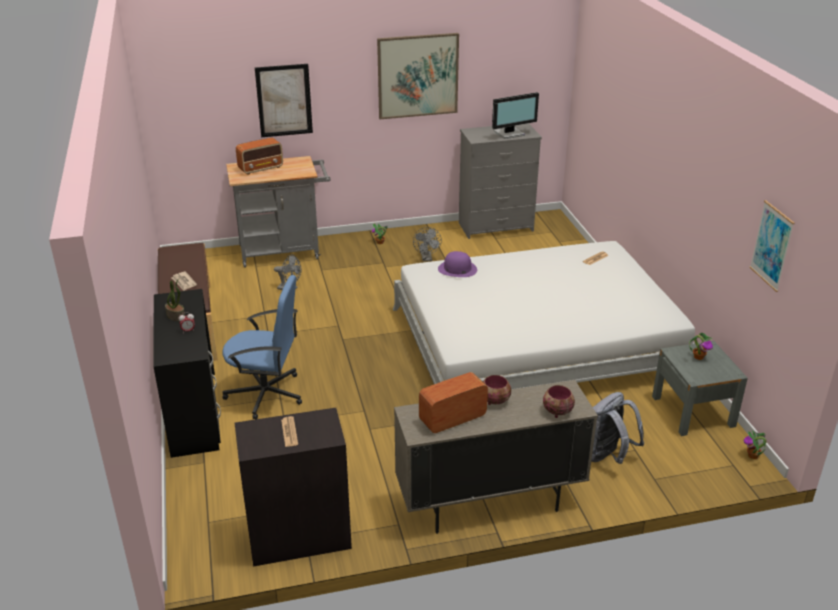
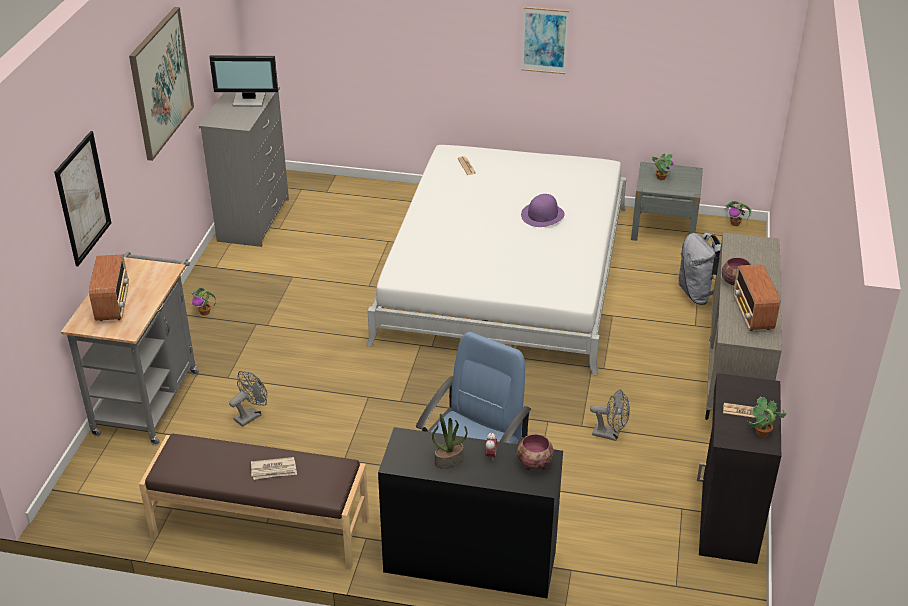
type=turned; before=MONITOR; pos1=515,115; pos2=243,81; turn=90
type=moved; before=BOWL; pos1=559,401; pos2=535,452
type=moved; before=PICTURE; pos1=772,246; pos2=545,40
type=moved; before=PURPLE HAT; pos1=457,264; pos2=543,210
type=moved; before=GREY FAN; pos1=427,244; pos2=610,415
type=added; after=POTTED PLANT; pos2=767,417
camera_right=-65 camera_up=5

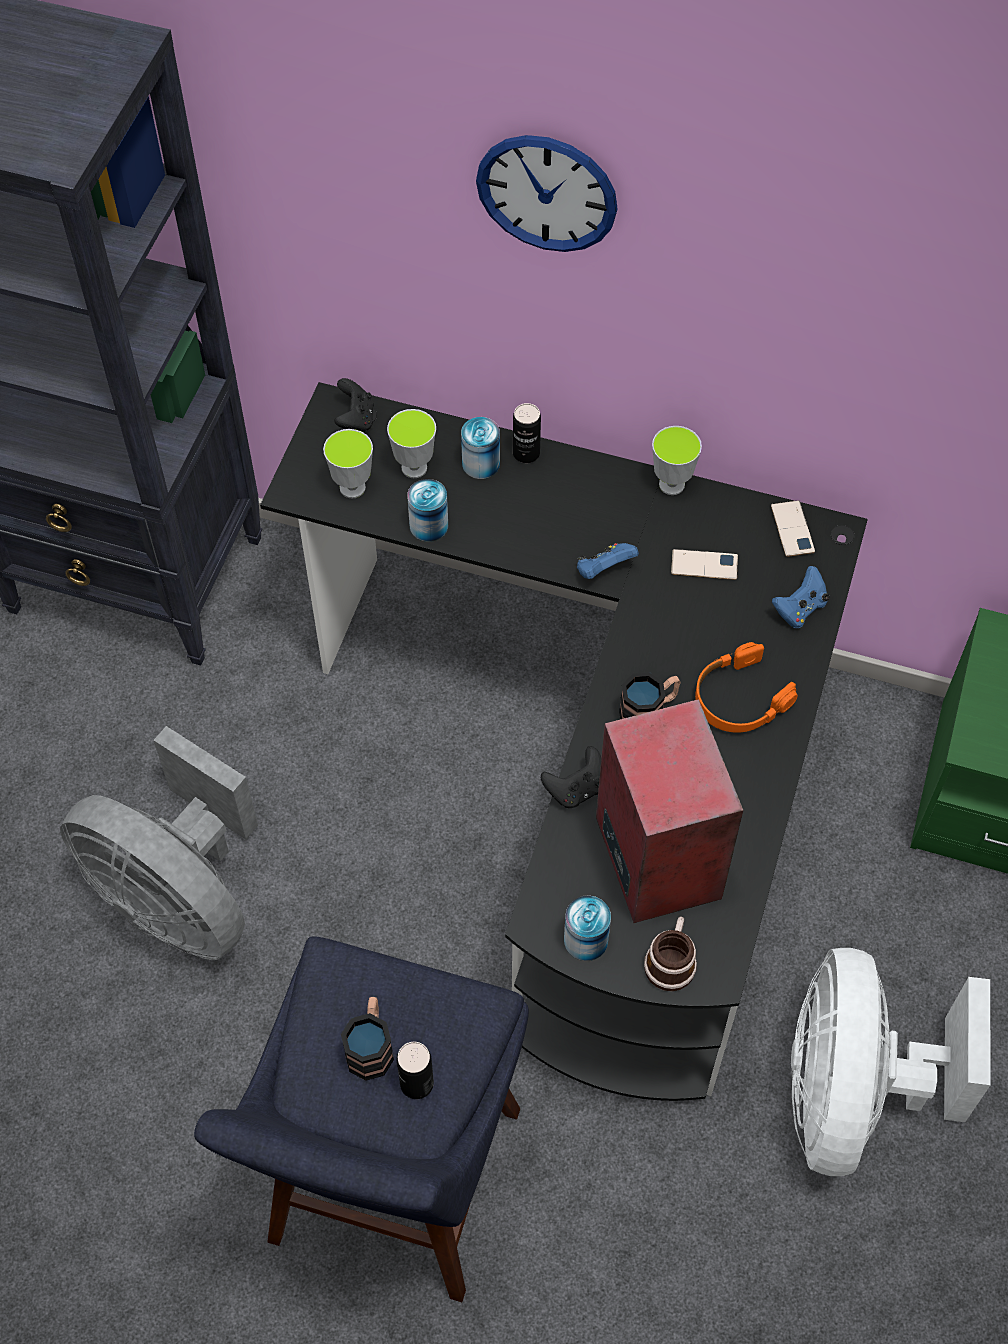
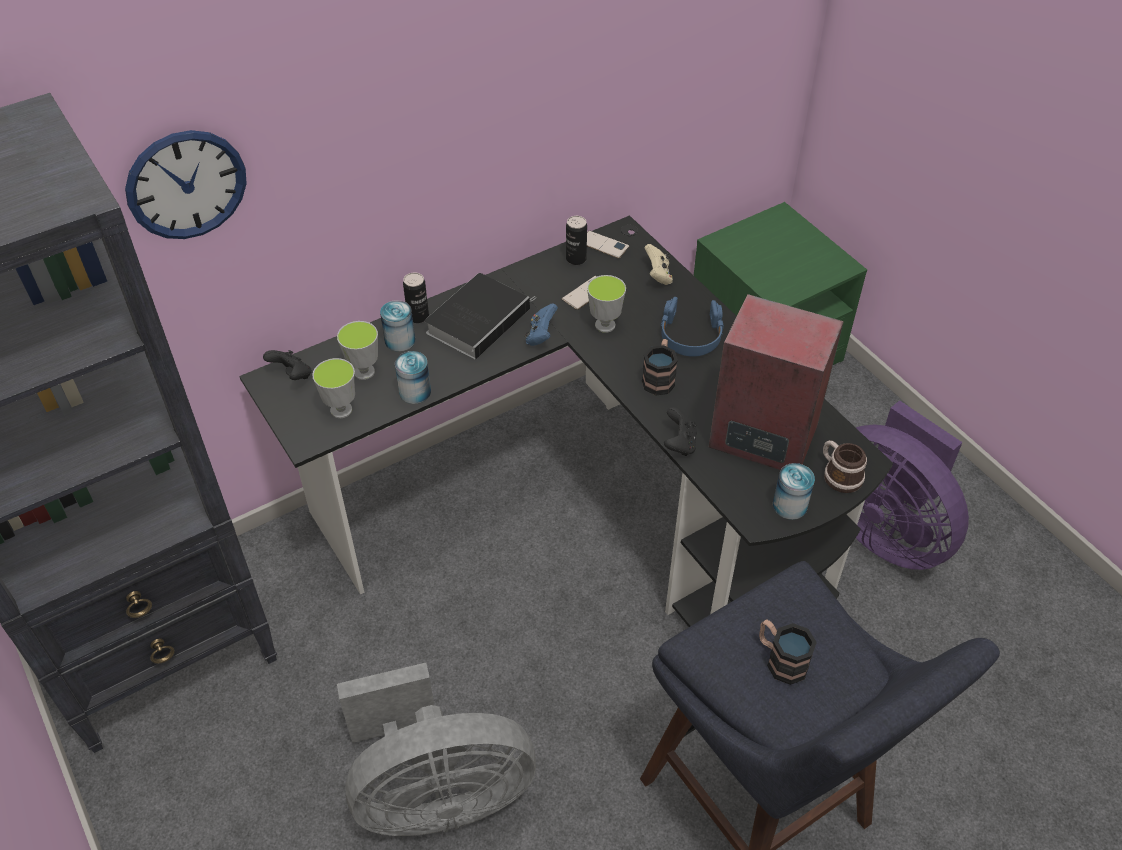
type=moved; before=WALL CLOCK; pos1=547,193; pos2=186,184
type=added; after=BOOK; pos2=480,316
type=moved; before=CAN; pos1=415,1070; pos2=576,240
type=moved; before=CUP; pos1=677,460; pos2=606,304
type=recoloured; before=BLUE GAME CONTROLLER; after=BEIGE GAME CONTROLLER; pos1=800,597; pos2=659,264
type=recoloured; before=ORANGE HEADPHONES; after=BLUE HEADPHONES; pos1=746,687; pos2=692,327
type=recoloured; before=WHITE FAN; after=PURPLE FAN; pos1=891,1062; pos2=912,485
camera_right=-50 camera_up=-10

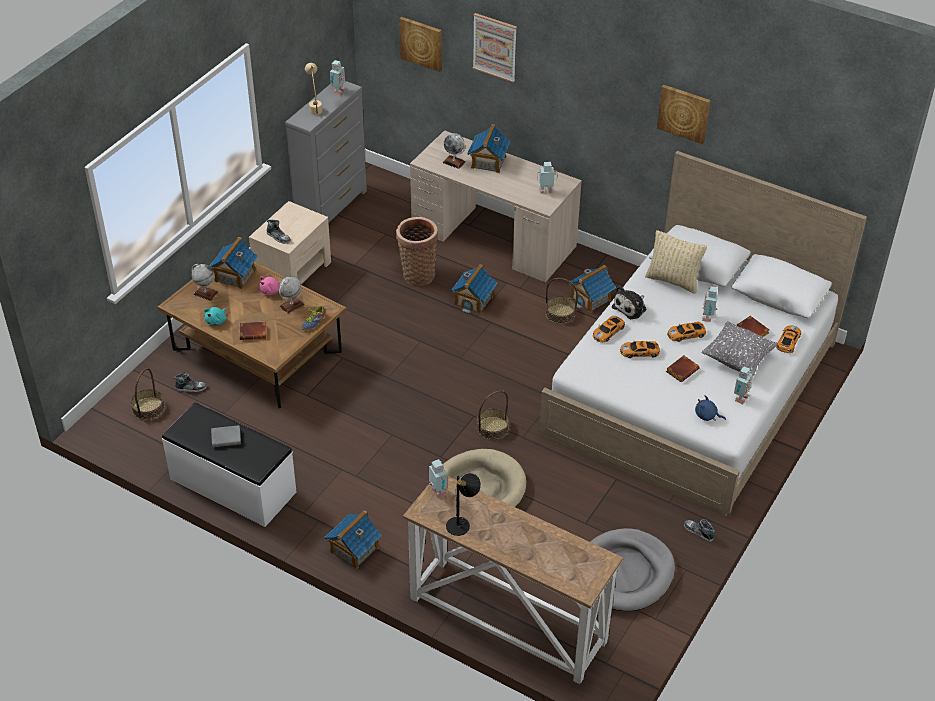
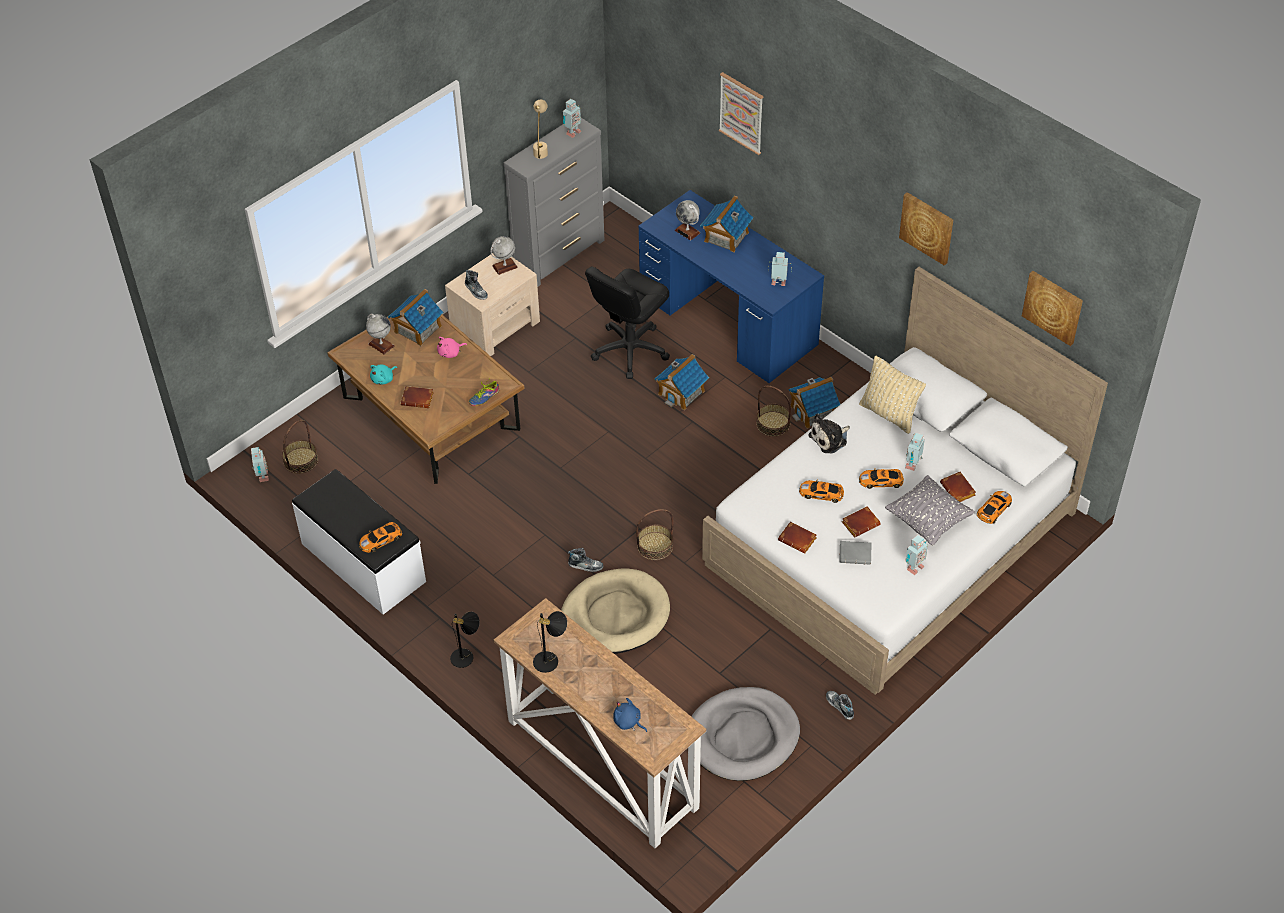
type=moved; before=TOY ROBOT; pos1=438,478; pos2=260,464
type=moved; before=TOY CAR; pos1=609,329; pos2=380,537
type=replaced; before=TOY HOUSE; after=BLACK TABLE LAMP; pos1=353,539; pos2=465,640
type=moved; before=GLOBE; pos1=291,295; pos2=504,255
type=moved; before=SHOE; pos1=190,382; pos2=585,560
type=replaced; before=BASKET; after=BLACK OFFICE CHAIR; pos1=417,251; pos2=627,323
type=moved; before=BLUE PLUSH TOY; pos1=710,408; pos2=630,715
type=recoloured; before=BEIGE DESK; after=BLUE DESK; pos1=496,206; pos2=731,286
type=added; after=BROWN BOOK; pos2=797,537
type=moved; before=GREY BOOK; pos1=226,436; pos2=855,553
type=moved; before=PICTURE; pos1=420,44; pos2=1052,308
camera_right=15 camera_up=5

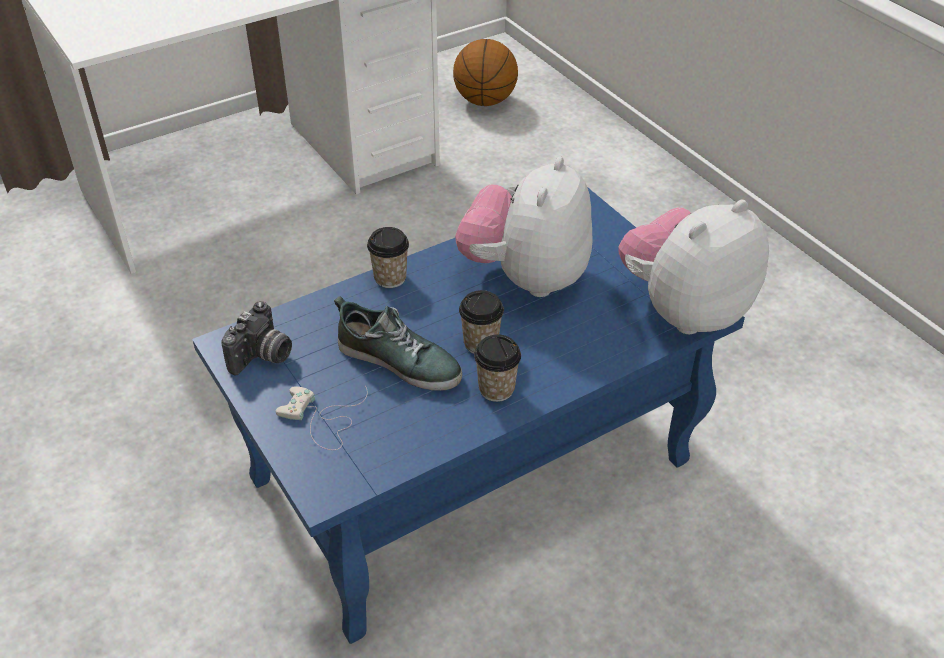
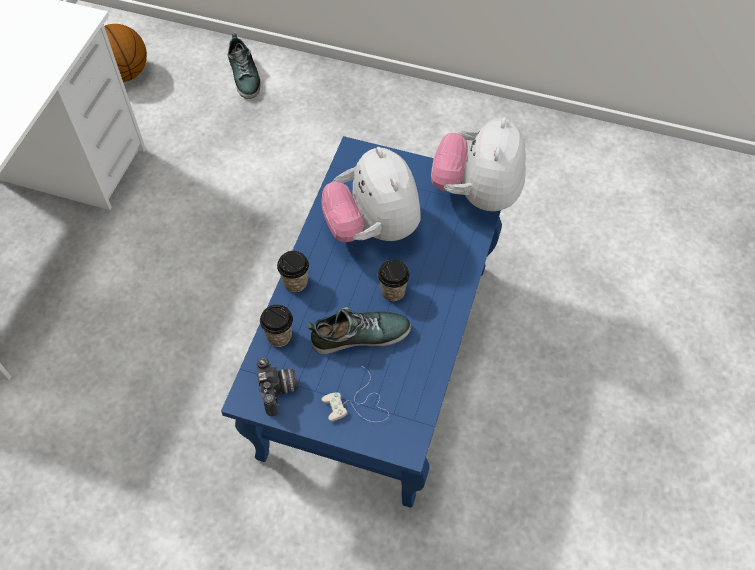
type=added; after=SHOE; pos2=244,66
type=moved; before=CUP; pos1=497,368; pos2=276,326
camera_right=-40 camera_up=15

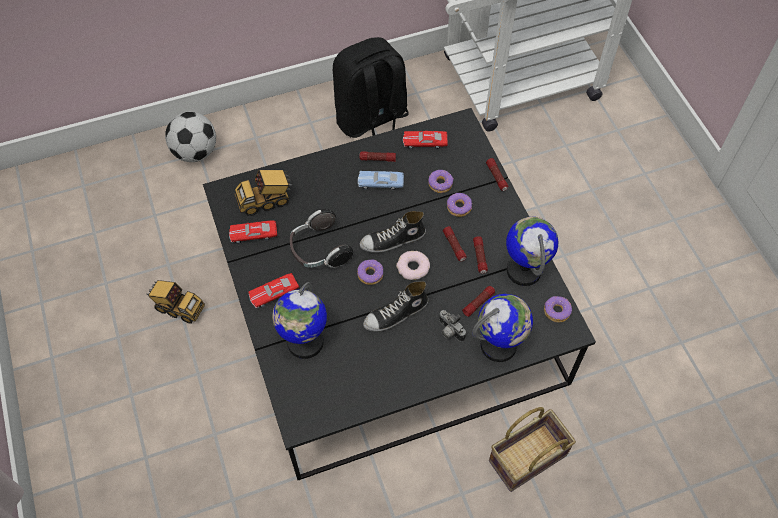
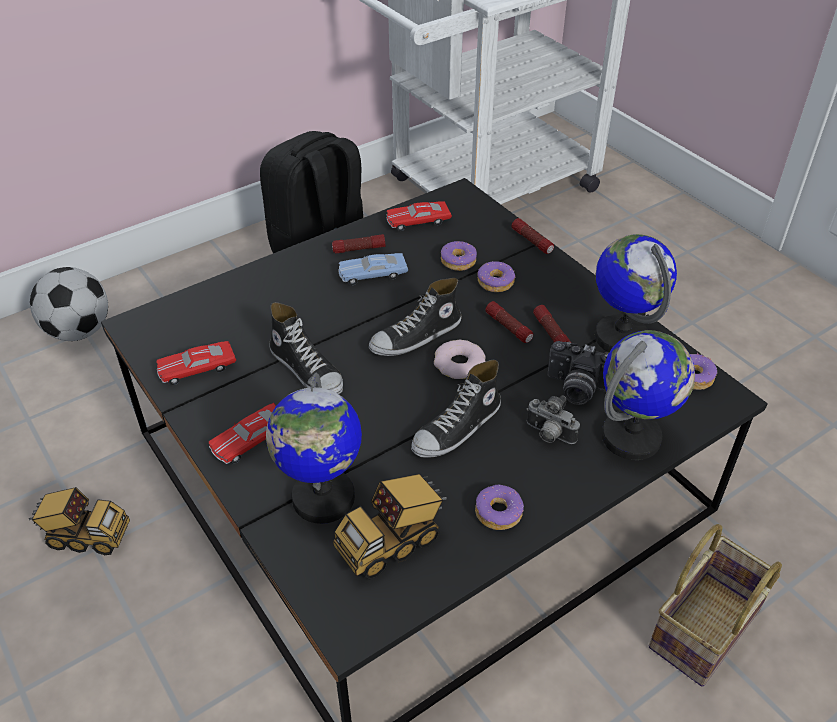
type=replaced; before=HEADPHONES; after=SHOE; pos1=321,238; pos2=306,348
type=moved; before=TOY TRUCK; pos1=263,193; pos2=390,527
type=moved; before=DONUT; pos1=370,272; pos2=499,507
type=replaced; before=FLASHLIGHT; after=PHOTO CAMERA; pos1=478,301; pos2=578,373
camera_right=-15 camera_up=-15

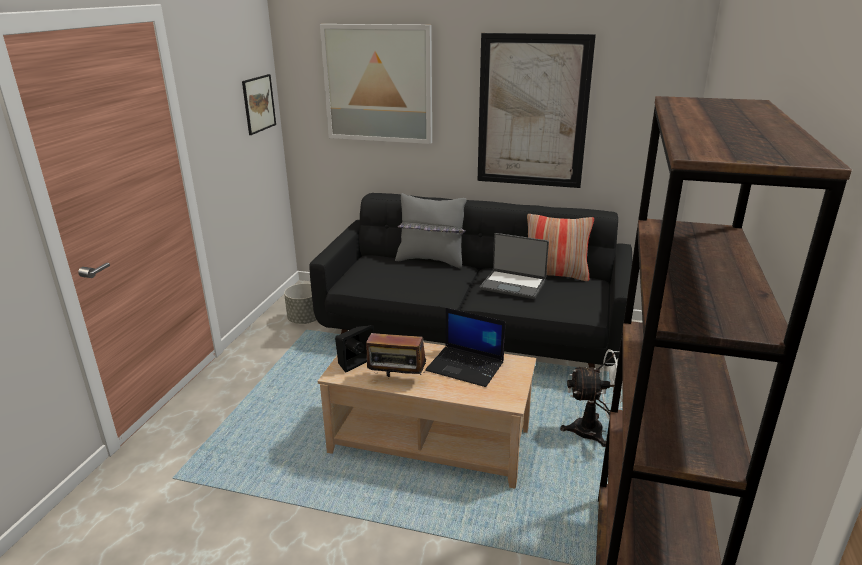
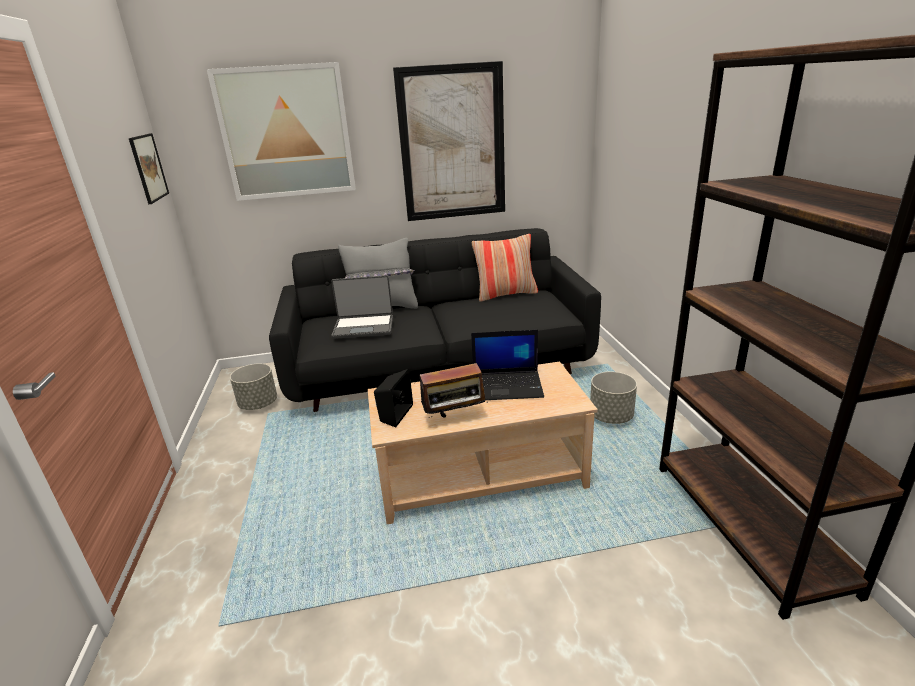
type=moved; before=LAPTOP; pos1=514,266; pos2=362,307
type=replaced; before=WHITE FAN; after=GREY PLANTER; pos1=591,398; pos2=613,398
camera_right=-25 camera_up=0

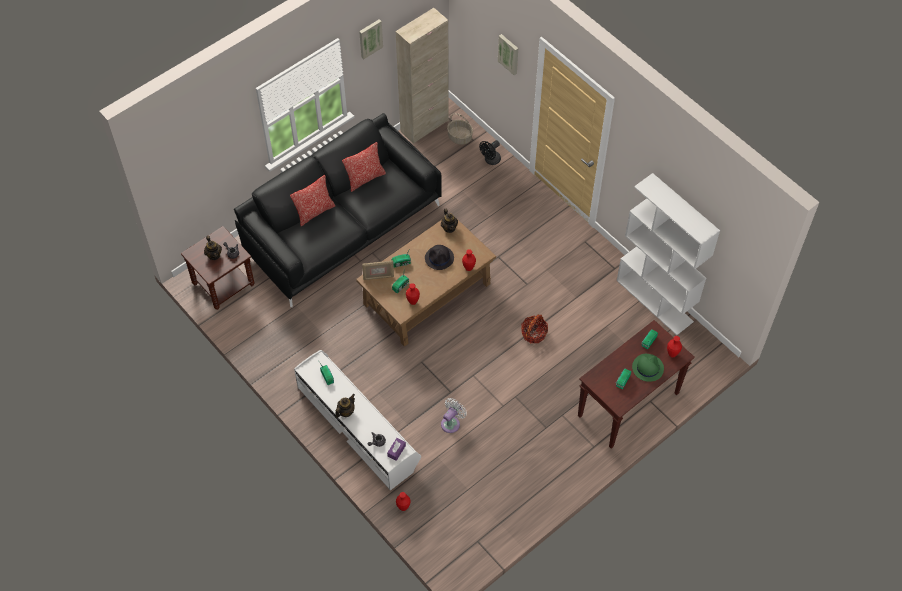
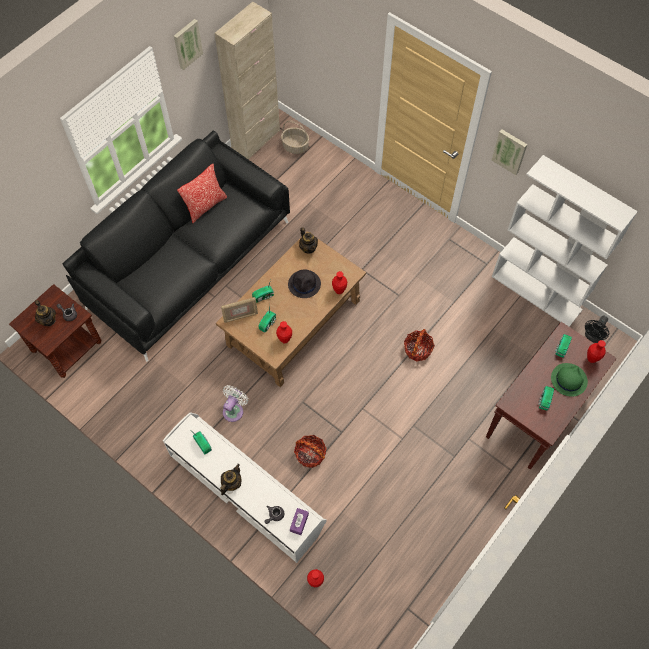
type=moved; before=WHITE FAN; pos1=454,415; pos2=235,403
type=added; after=BASKET; pos2=310,451
type=moved; before=PICTURE; pos1=508,54; pos2=510,152
type=moved; before=BLACK FAN; pos1=490,152; pos2=597,329
type=removed; before=PILLOW; pos1=312,201
camera_right=-10 camera_up=5

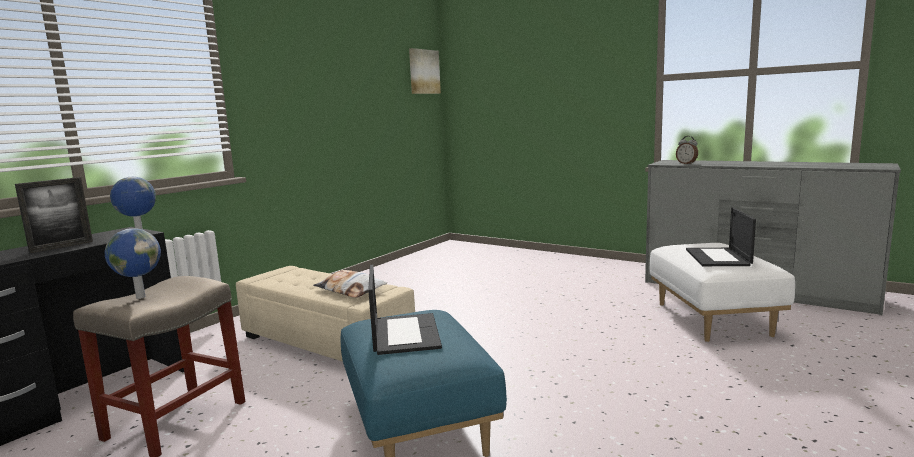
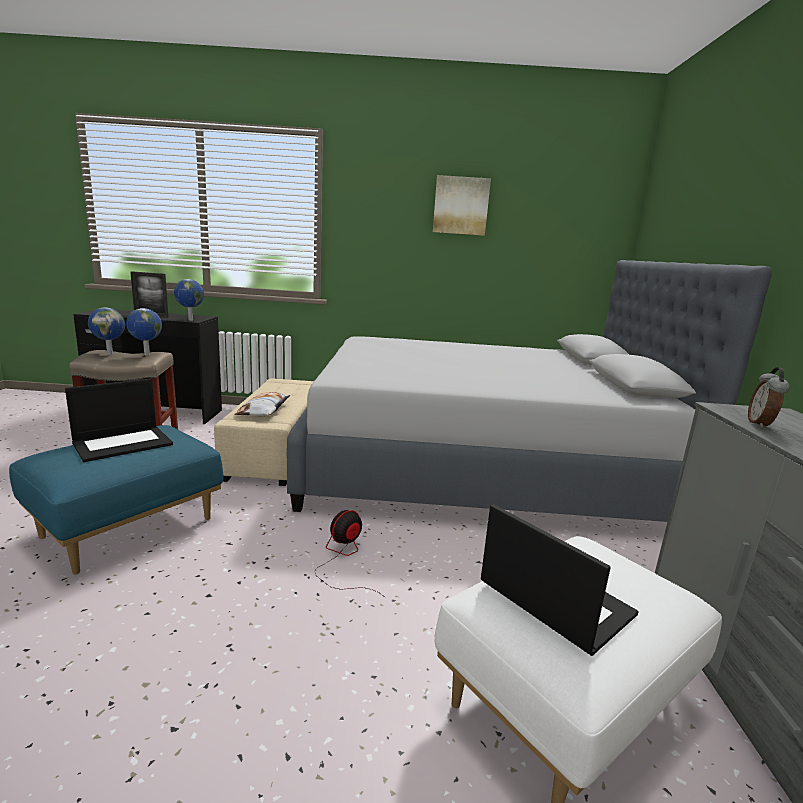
type=added; after=GLOBE; pos2=144,331
type=added; after=GREY BED; pos2=529,391
type=added; after=FAN; pos2=350,554
type=moved; before=PICTURE; pos1=425,71; pos2=462,205
type=turned; before=LAPTOP; pos1=721,236; pos2=560,580; turn=75
camera_right=55 camera_up=5

